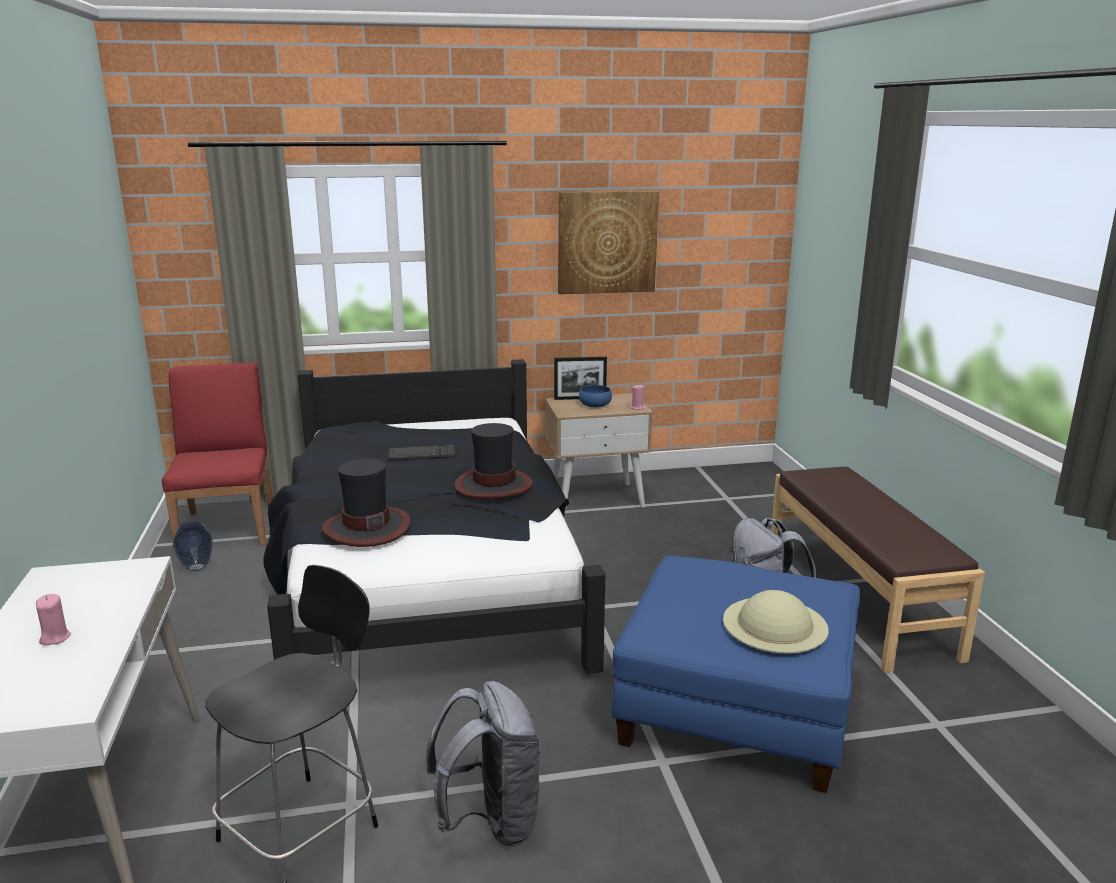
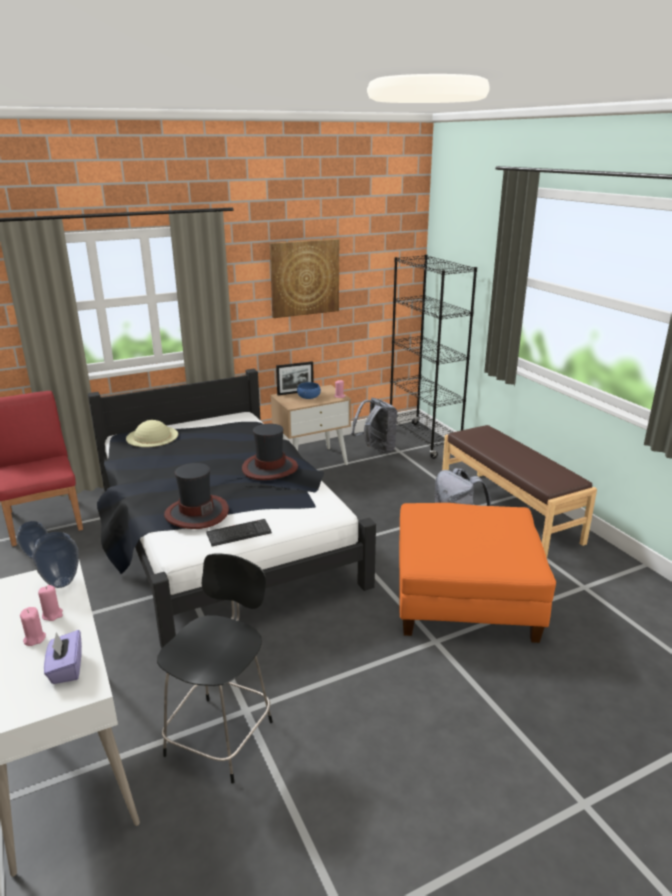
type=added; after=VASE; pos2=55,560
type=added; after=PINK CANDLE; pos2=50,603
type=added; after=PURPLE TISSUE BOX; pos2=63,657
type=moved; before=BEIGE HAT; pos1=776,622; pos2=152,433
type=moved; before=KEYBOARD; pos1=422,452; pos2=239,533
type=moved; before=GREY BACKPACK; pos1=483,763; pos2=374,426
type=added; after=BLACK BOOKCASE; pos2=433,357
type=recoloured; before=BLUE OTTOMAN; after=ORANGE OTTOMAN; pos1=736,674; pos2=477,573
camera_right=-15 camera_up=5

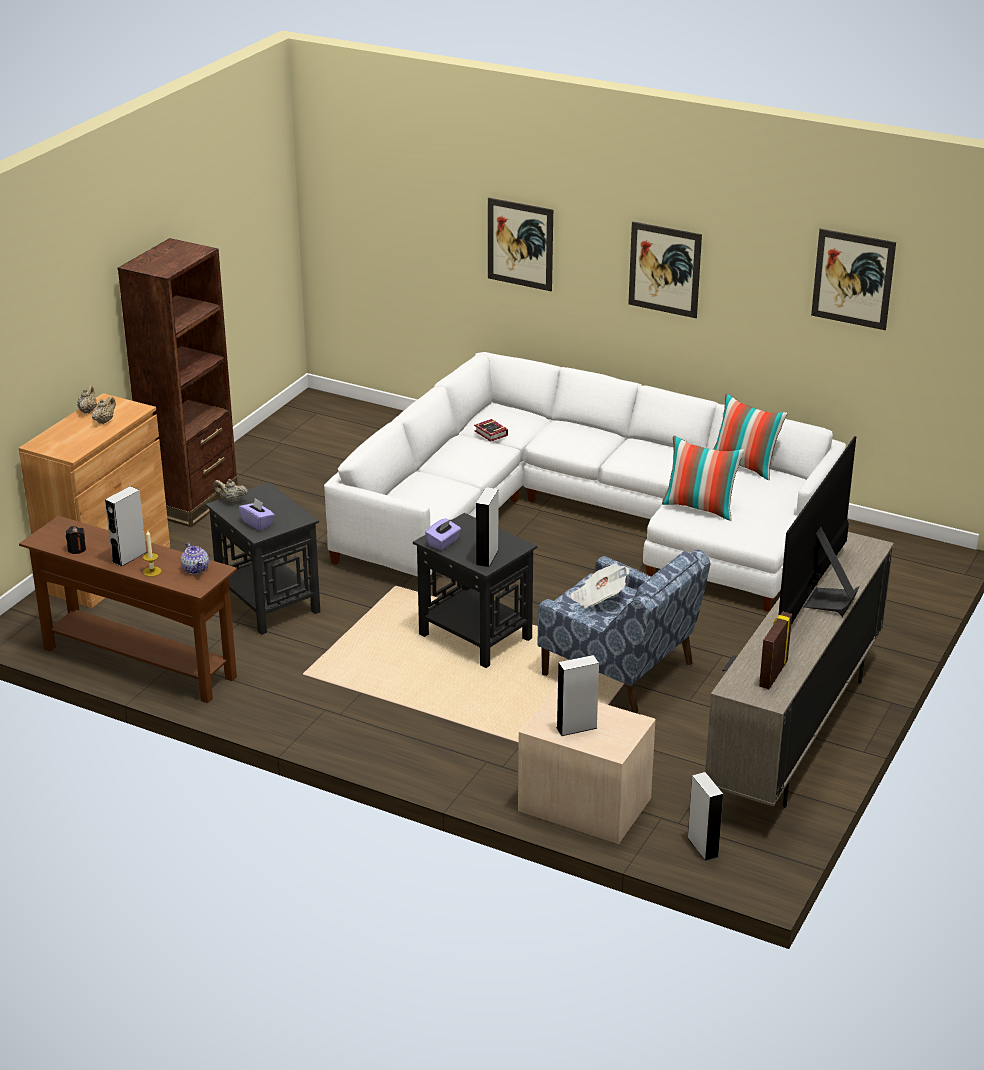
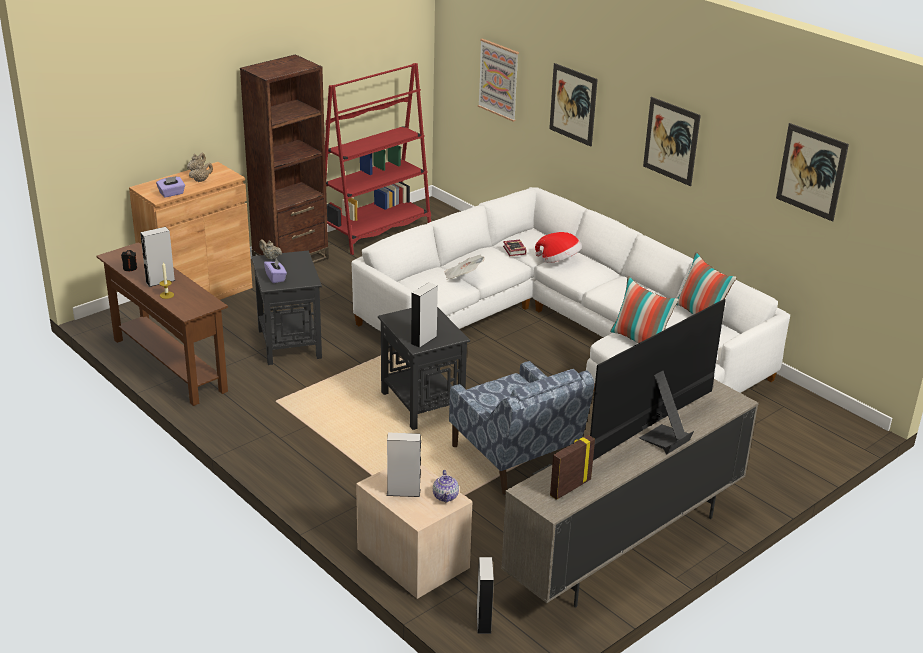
type=moved; before=PURPLE TISSUE BOX; pos1=443,534; pos2=170,187
type=added; after=RED BOOKCASE; pos2=378,159
type=moved; before=TEAPOT; pos1=195,558; pos2=446,486
type=moved; before=NEWSPAPER; pos1=600,586; pos2=464,267
type=added; after=PICTURE; pos2=498,80
type=added; after=HAT; pos2=558,247
camera_right=20 camera_up=0

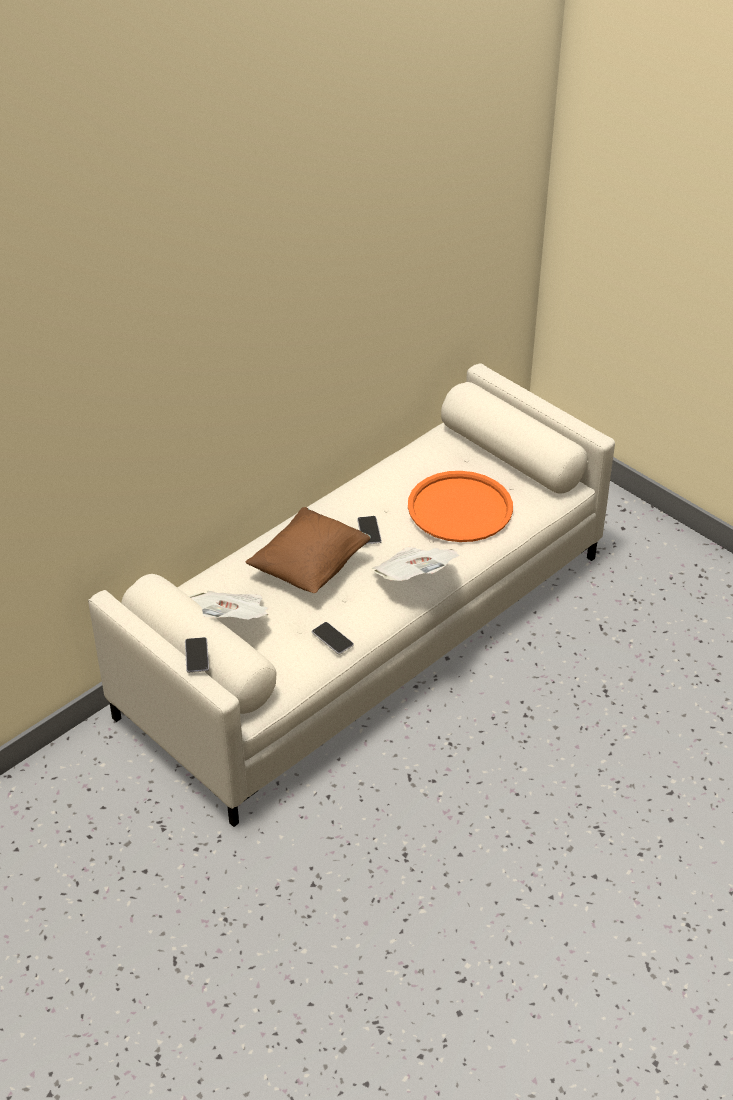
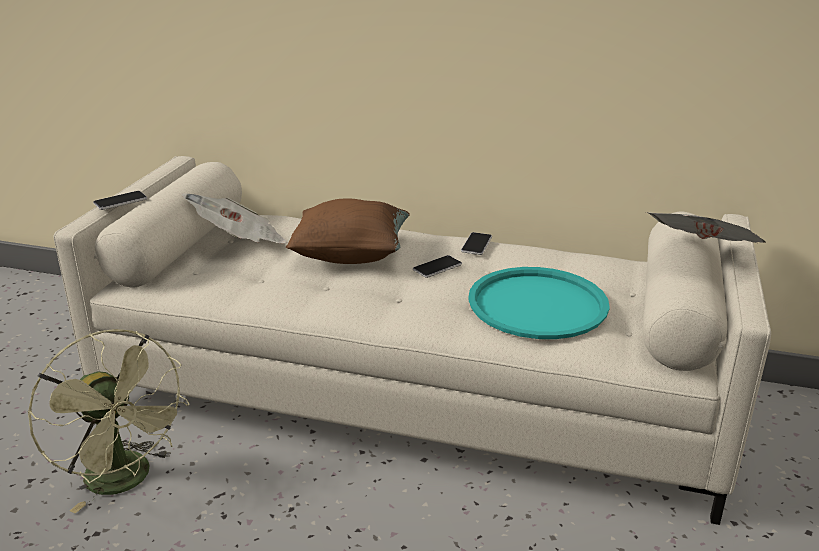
type=added; after=GREEN FAN; pos2=109,421
type=moved; before=PHONE; pos1=333,638; pos2=476,243
type=recoloured; before=ORANGE TRAY; after=TURQUOISE TRAY; pos1=460,506; pos2=539,303
type=moved; before=NEWSPAPER; pos1=415,564; pos2=706,227
camera_right=60 camera_up=-15

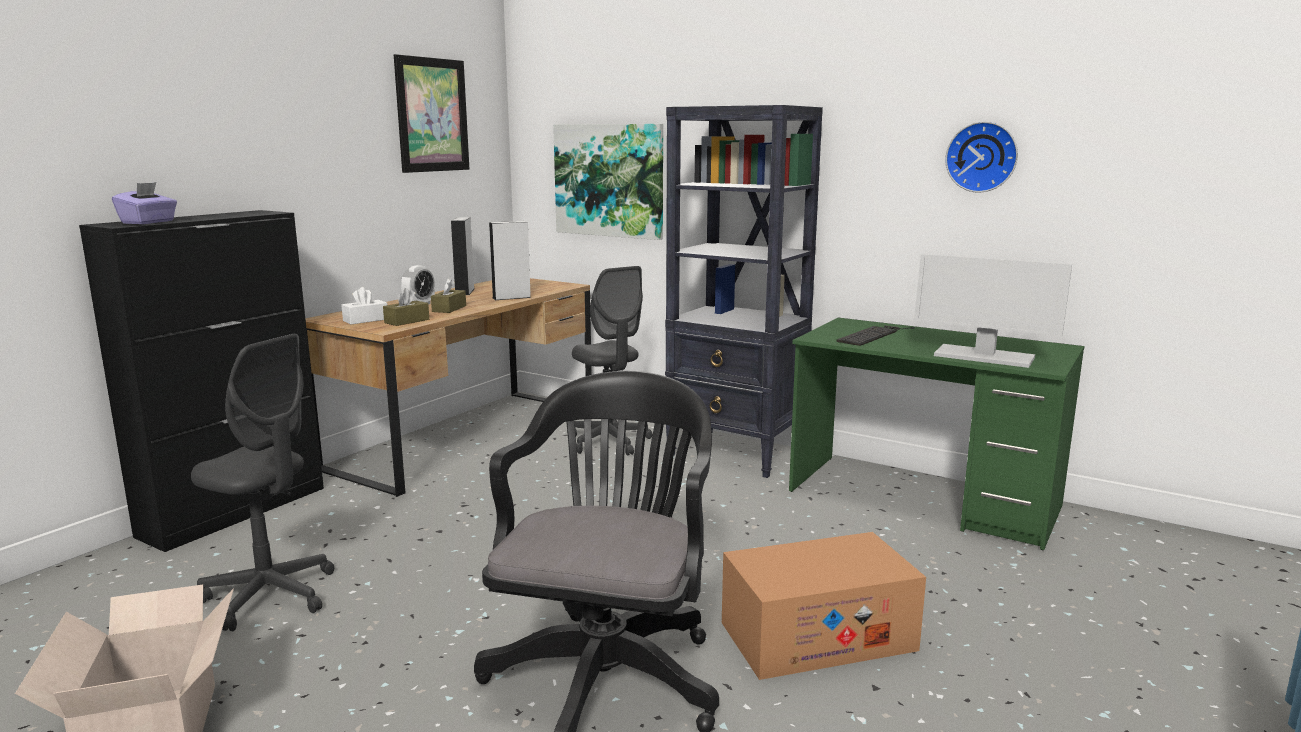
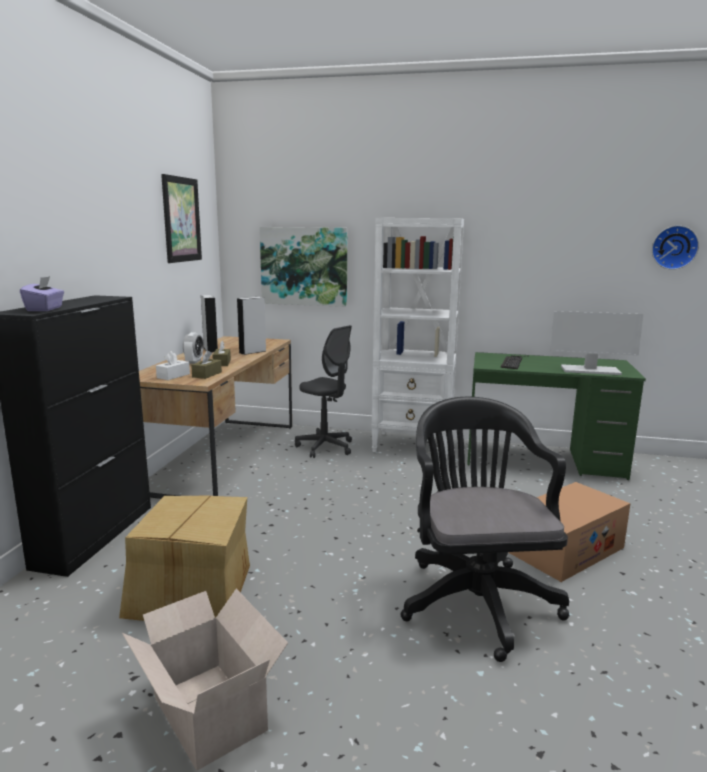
type=replaced; before=GREY OFFICE CHAIR; after=CARDBOARD BOX; pos1=262,482; pos2=184,558
type=recoloured; before=BLACK BOOKCASE; after=WHITE BOOKCASE; pos1=744,291; pos2=417,338
type=moved; before=WALL CLOCK; pos1=981,157; pos2=675,247
camera_right=-20 camera_up=0

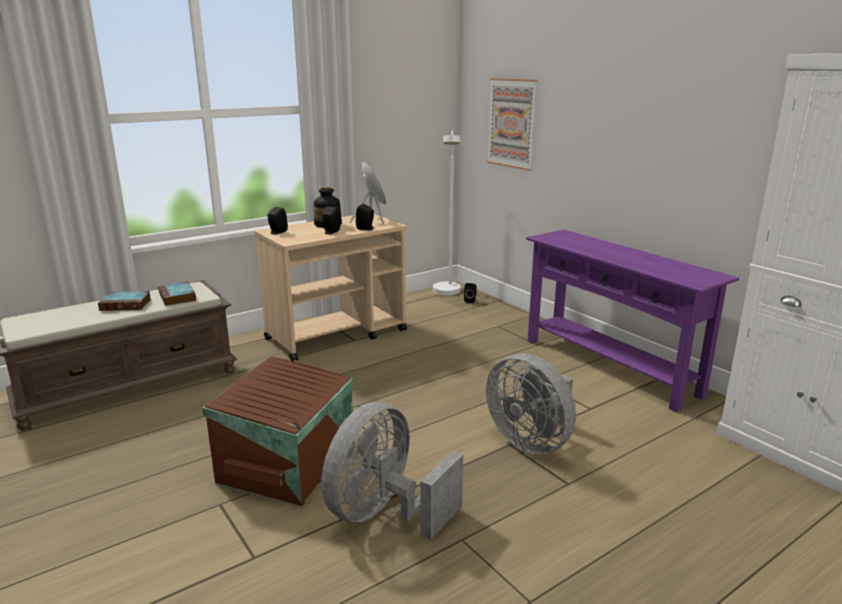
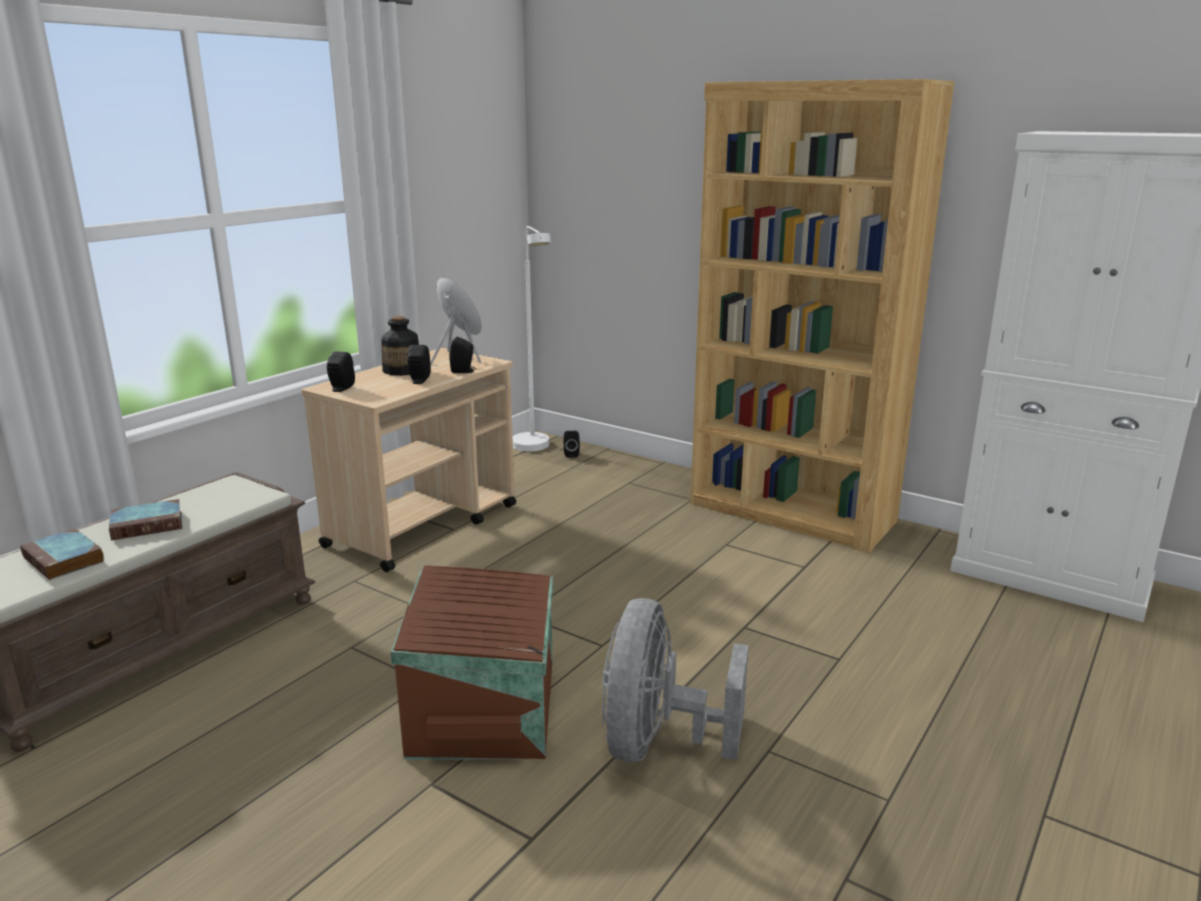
type=moved; before=BOOK; pos1=177,294; pos2=62,554
type=replaced; before=PURPLE CONSOLE TABLE; after=BROWN BOOKCASE; pos1=632,321; pos2=822,316
type=removed; before=GREY FAN; pos1=531,404
type=removed; before=PICTURE; pos1=512,124
camera_right=-20 camera_up=0

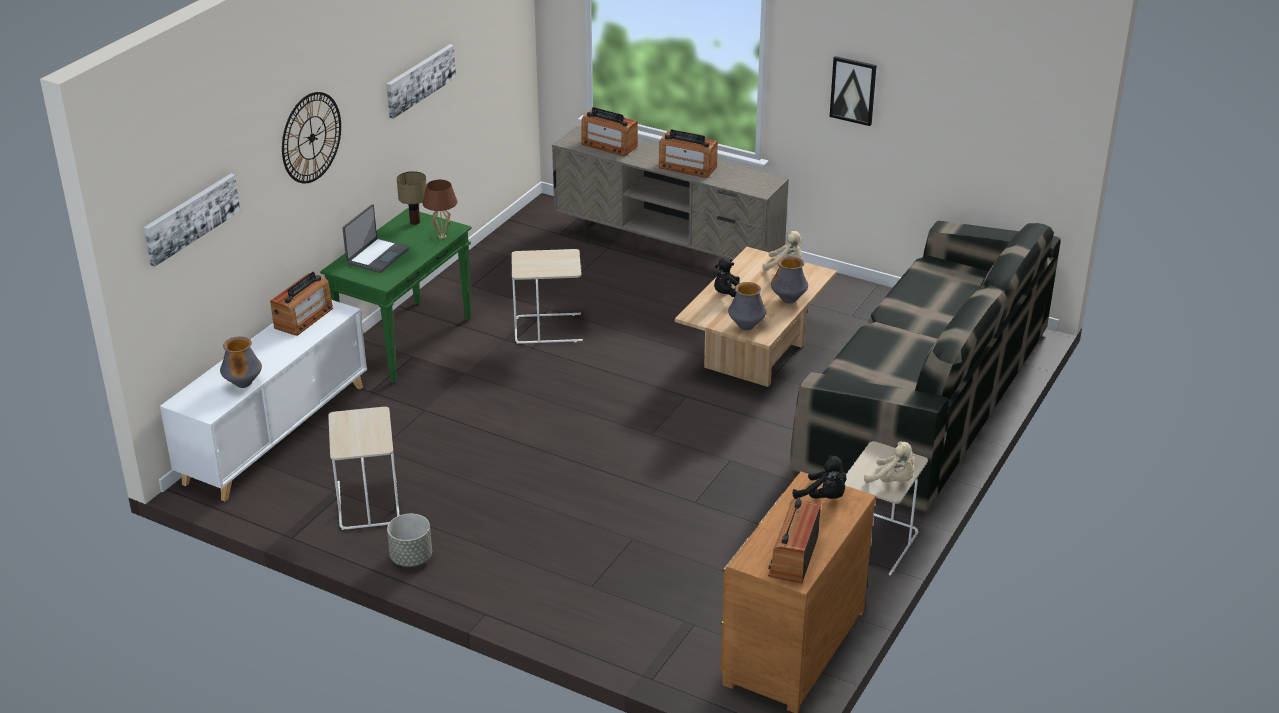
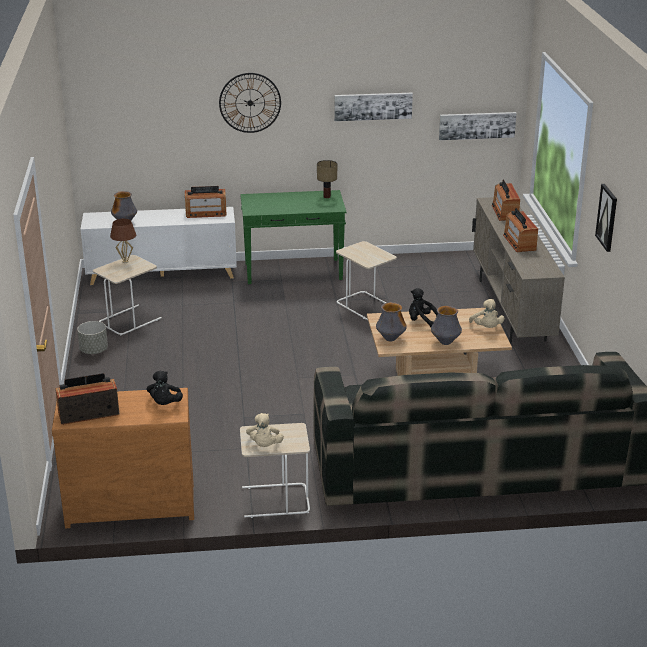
type=moved; before=BROWN TABLE LAMP; pos1=440,209; pos2=123,241
type=moved; before=PICTURE; pos1=192,220; pos2=477,126
type=removed; before=LAPTOP; pos1=376,238
camera_right=55 camera_up=-5

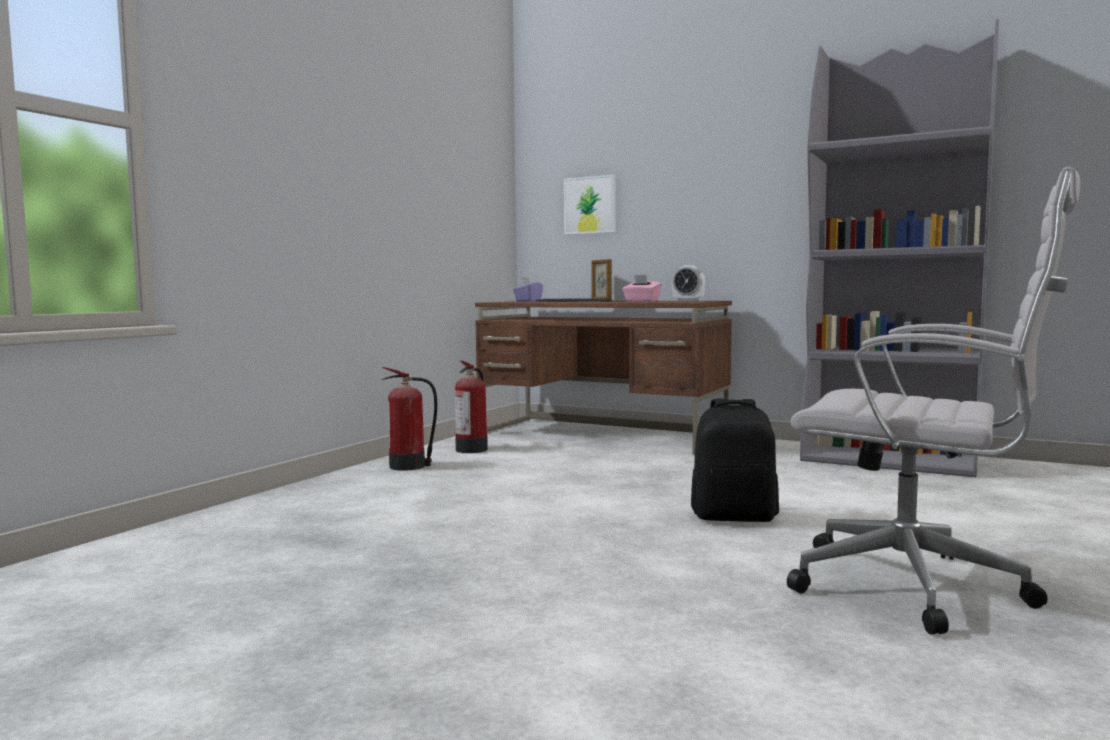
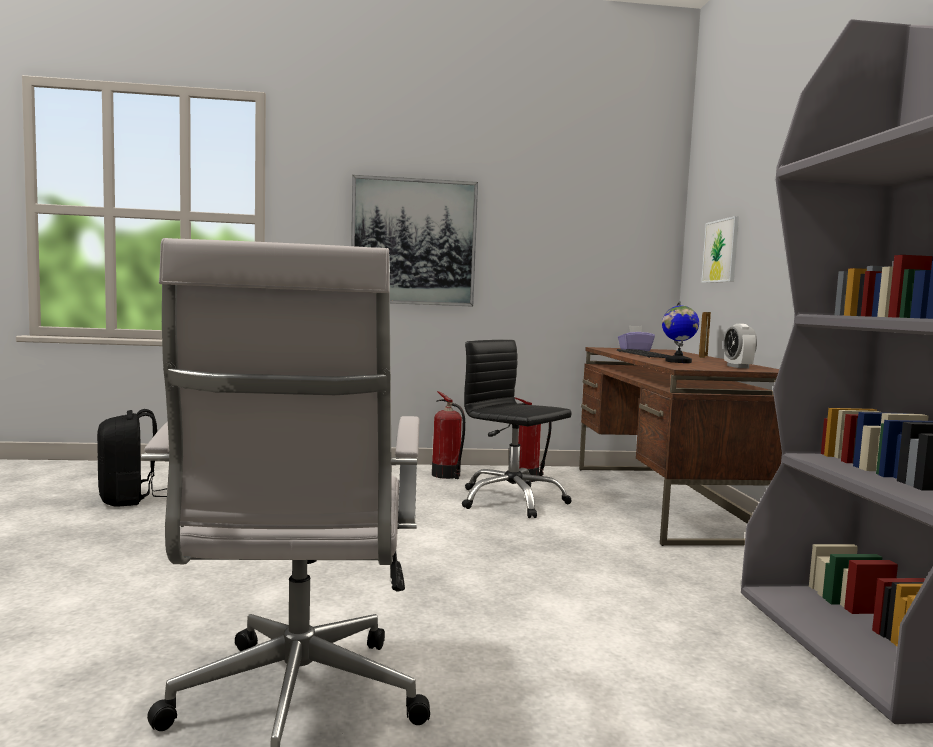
type=moved; before=BLACK BACKPACK; pos1=735,460; pos2=132,458
type=added; after=PICTURE; pos2=414,241
type=added; after=BLACK OFFICE CHAIR; pos2=517,429
type=replaced; before=PINK TISSUE BOX; after=GLOBE; pos1=642,288; pos2=680,332
camera_right=55 camera_up=0

